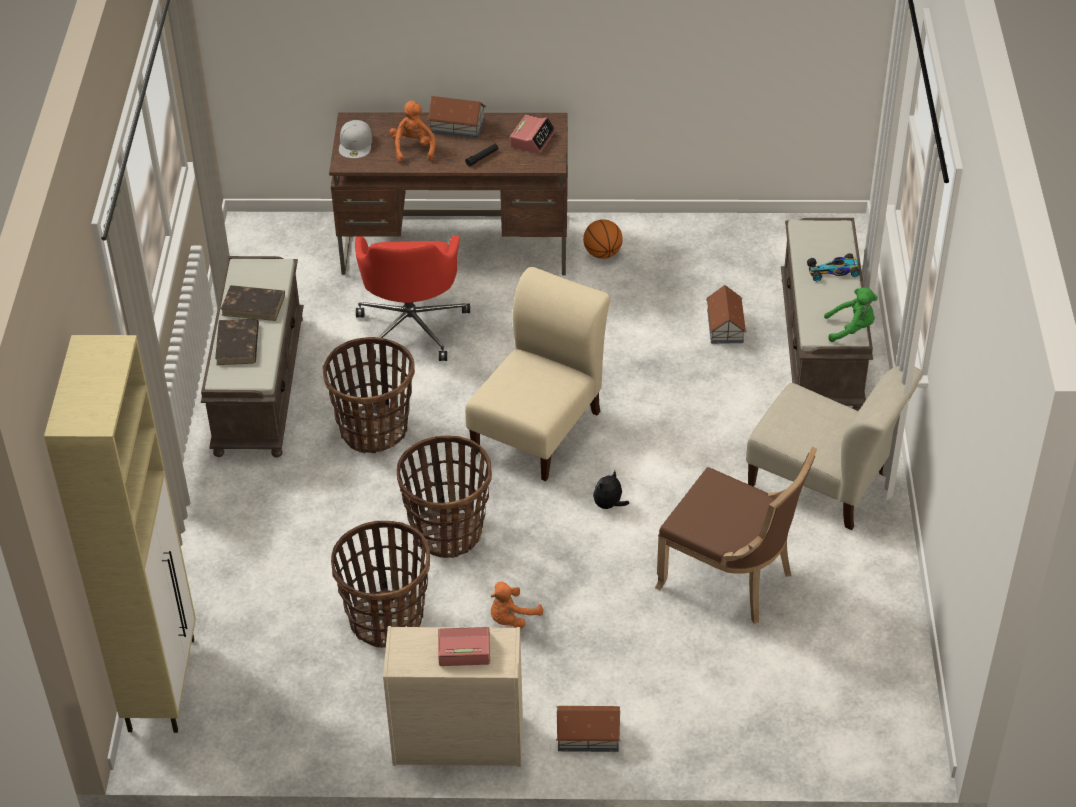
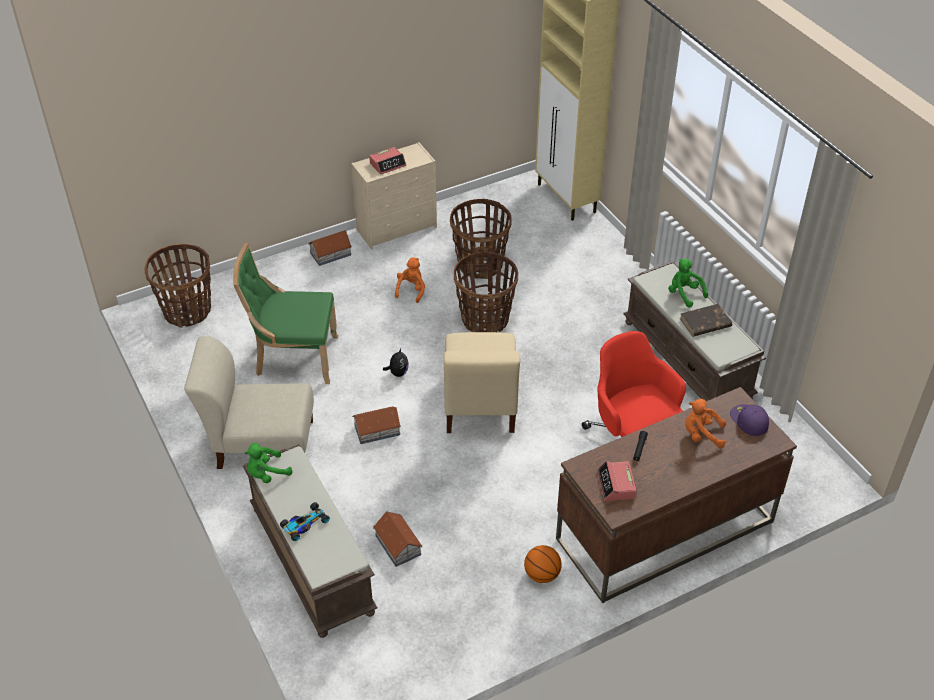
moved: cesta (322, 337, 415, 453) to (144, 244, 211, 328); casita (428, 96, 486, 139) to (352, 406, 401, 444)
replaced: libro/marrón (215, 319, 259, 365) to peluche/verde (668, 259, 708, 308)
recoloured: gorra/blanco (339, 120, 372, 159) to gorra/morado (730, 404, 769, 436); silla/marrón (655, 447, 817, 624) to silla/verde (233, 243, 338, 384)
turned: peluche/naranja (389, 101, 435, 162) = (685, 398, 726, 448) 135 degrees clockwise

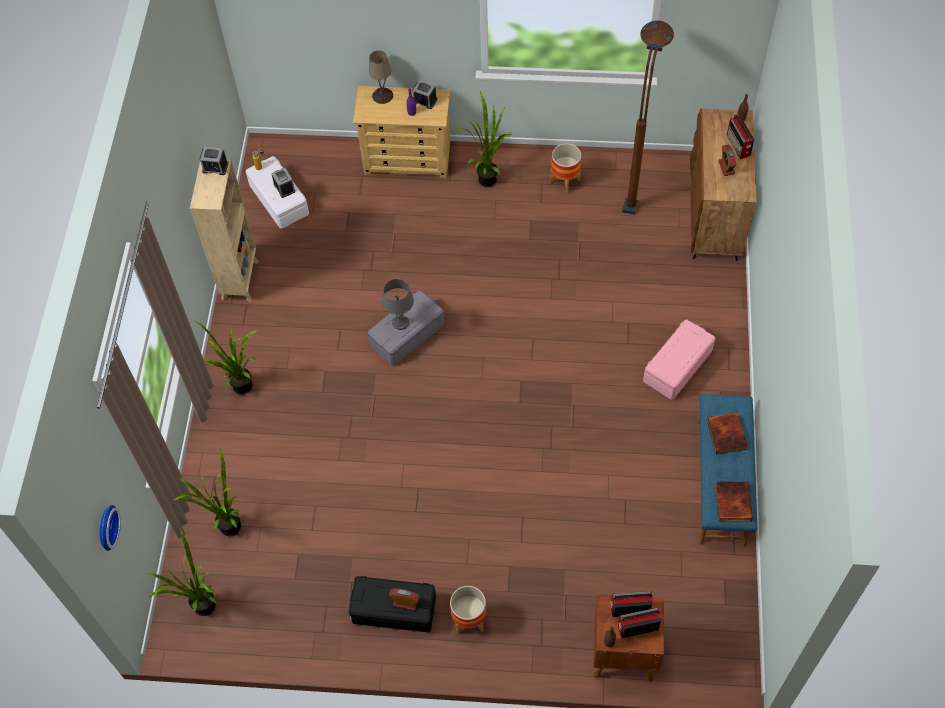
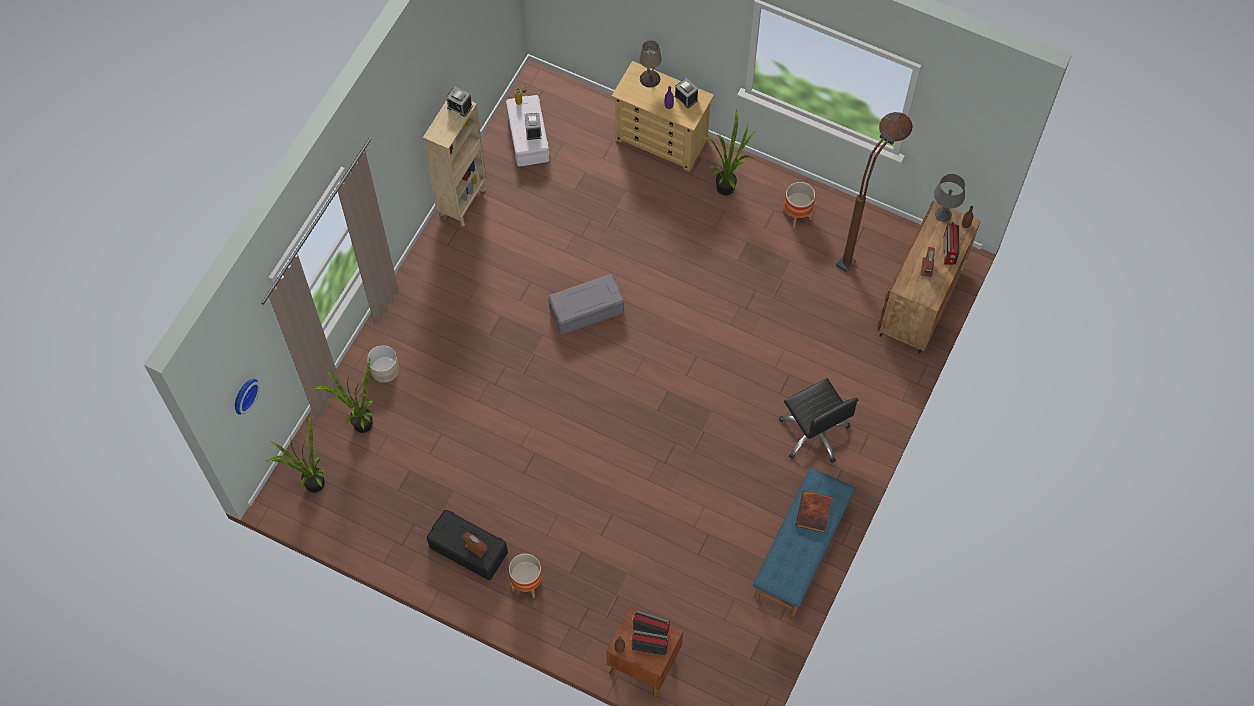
removed: planta en maceta (195, 321, 257, 395); libro (715, 481, 753, 521)
added: maceta/beis (367, 345, 399, 383)
moved: lámpara de mesa/gris (382, 279, 414, 330) to (934, 174, 965, 222)
replaced: caja de almacenaje/rosa (643, 320, 715, 400) to silla de oficina/negro (779, 378, 859, 463)

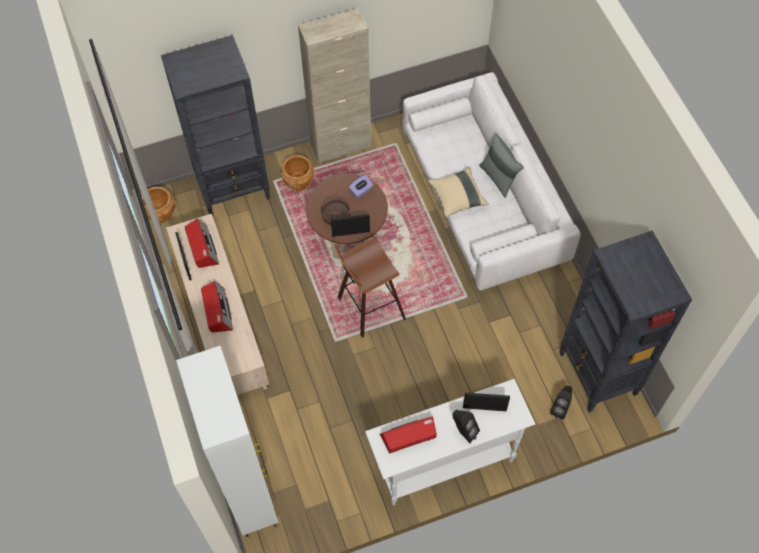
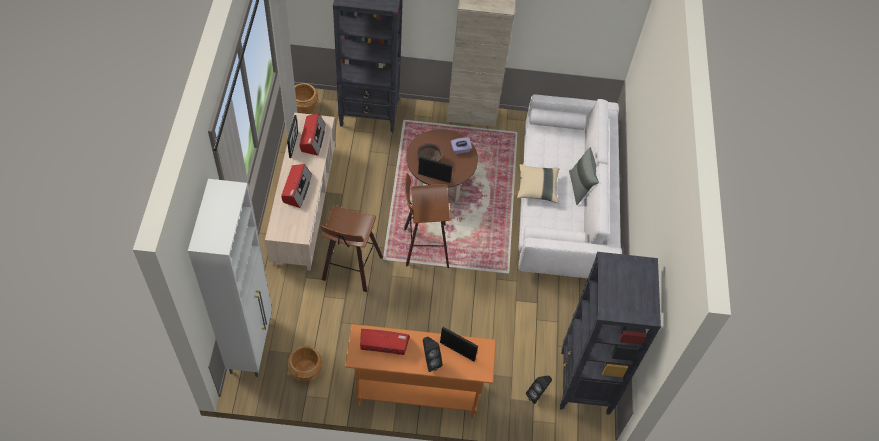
added: taburete (320, 205, 383, 292)
moved: maceta/marrón (281, 155, 314, 191) to (288, 346, 322, 382)
recoloured: mesa consola/blanco (365, 379, 535, 505) to mesa consola/naranja (345, 324, 496, 418)

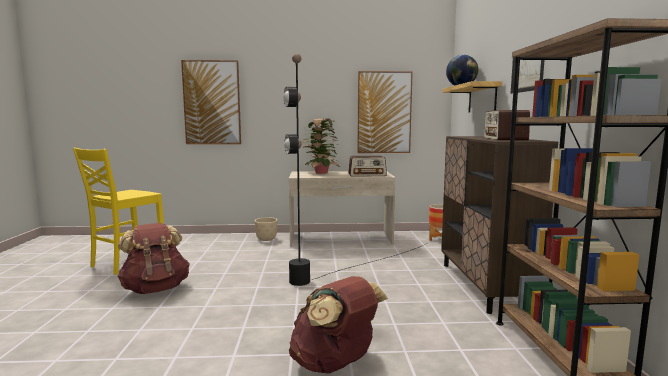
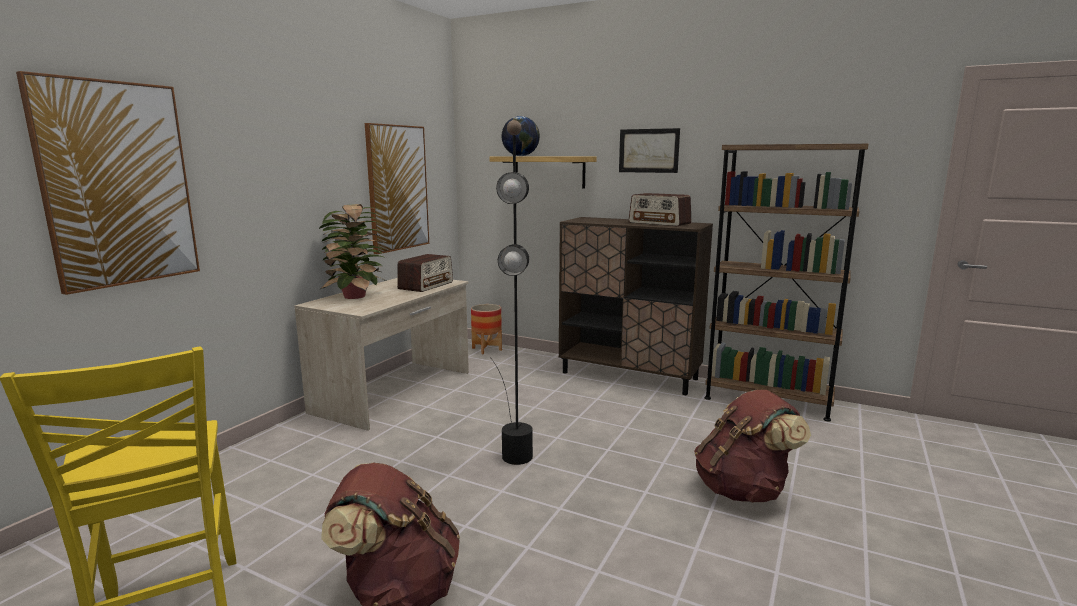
removed: maceta/beis (255, 217, 277, 241)

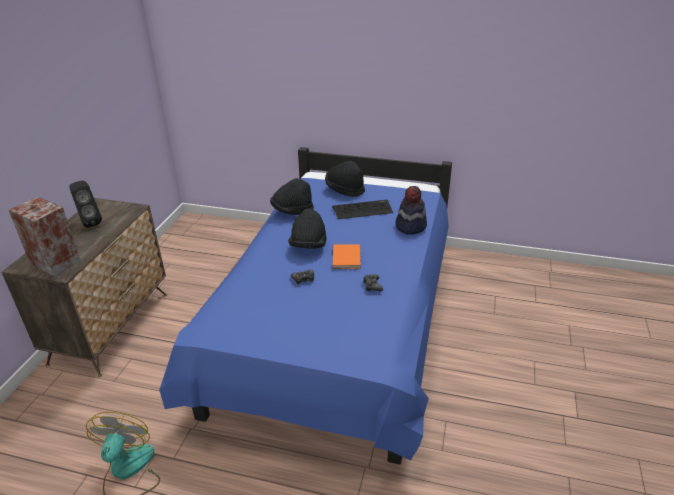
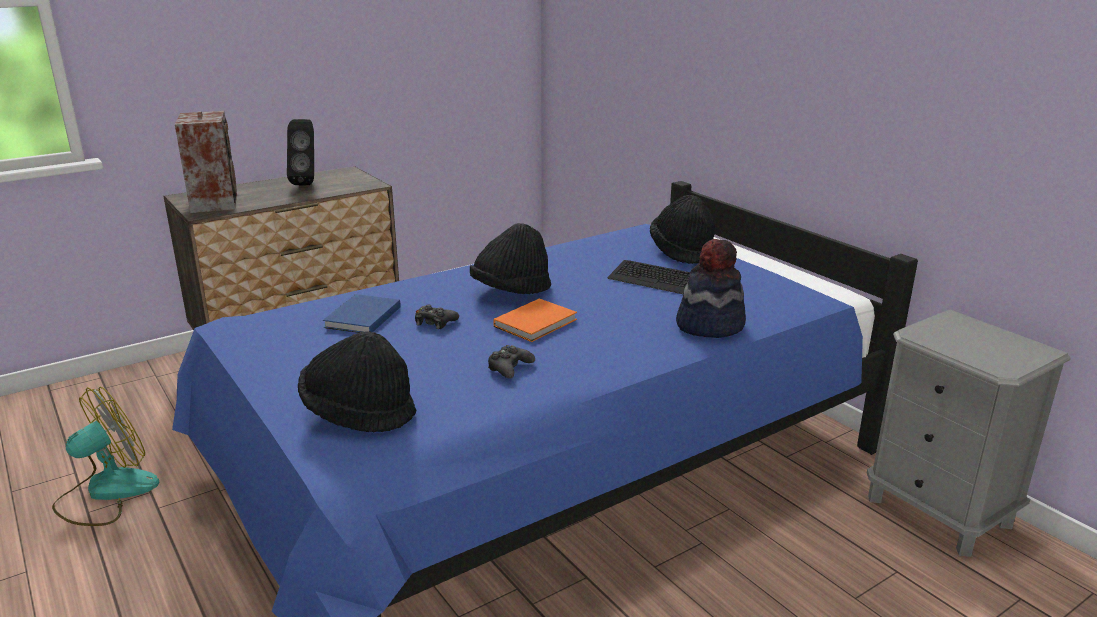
added: libro/azul (323, 294, 401, 333); mesita de noche/gris (867, 309, 1071, 557)
moved: sombrero/negro (270, 178, 314, 215) to (298, 331, 416, 432)

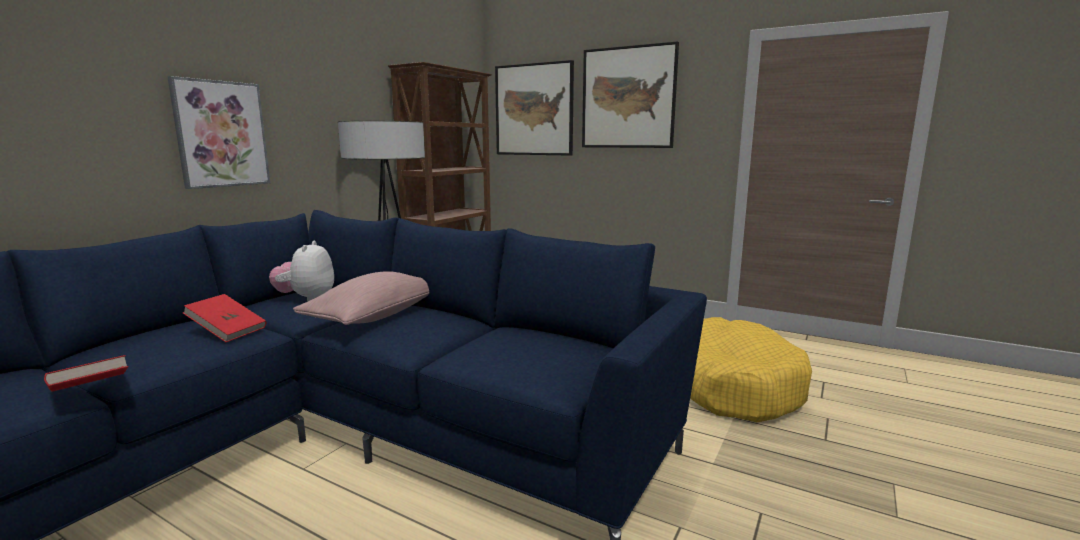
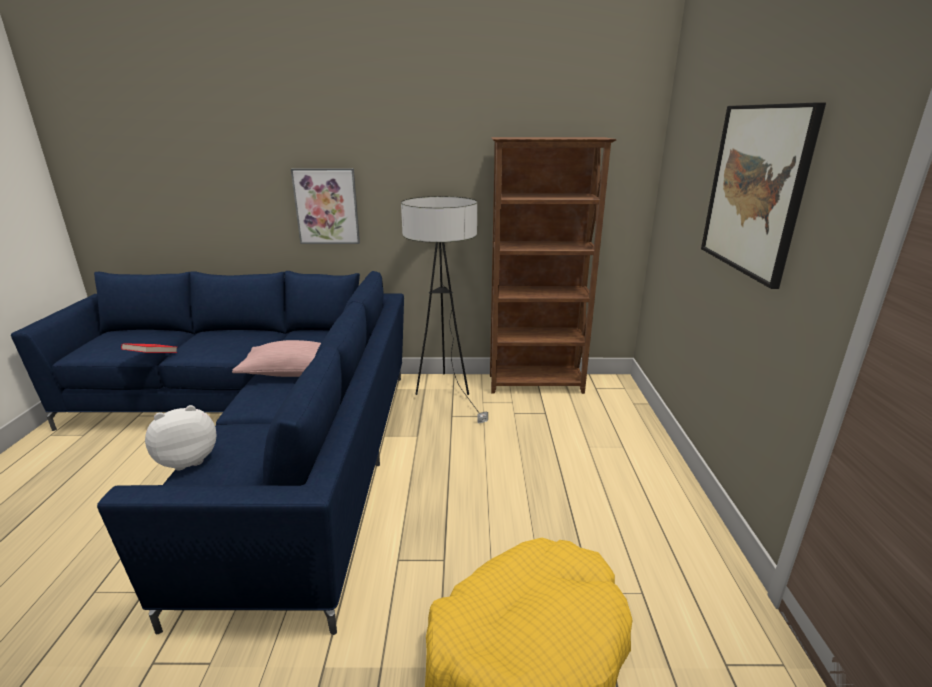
removed: libro/rojo (183, 294, 266, 342); cuadro (495, 60, 574, 156)
moved: peluche (269, 241, 334, 301) to (145, 405, 216, 471)

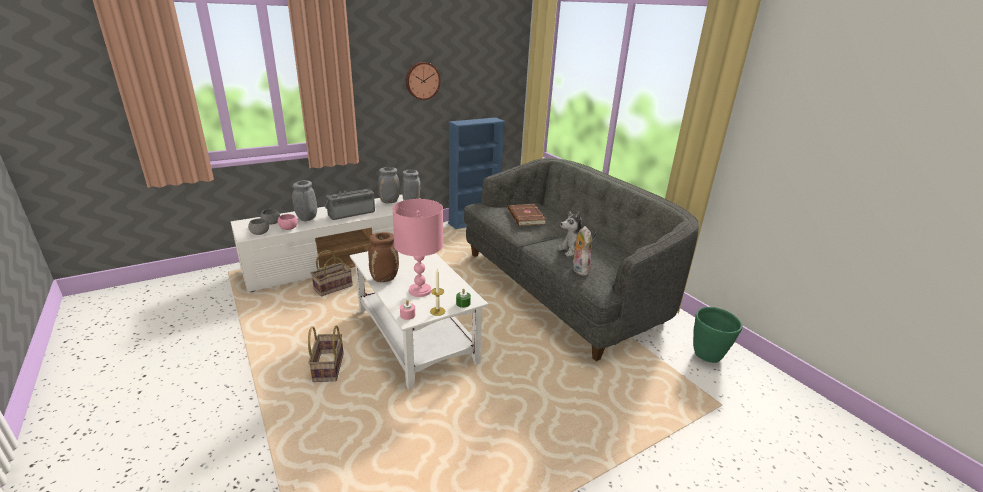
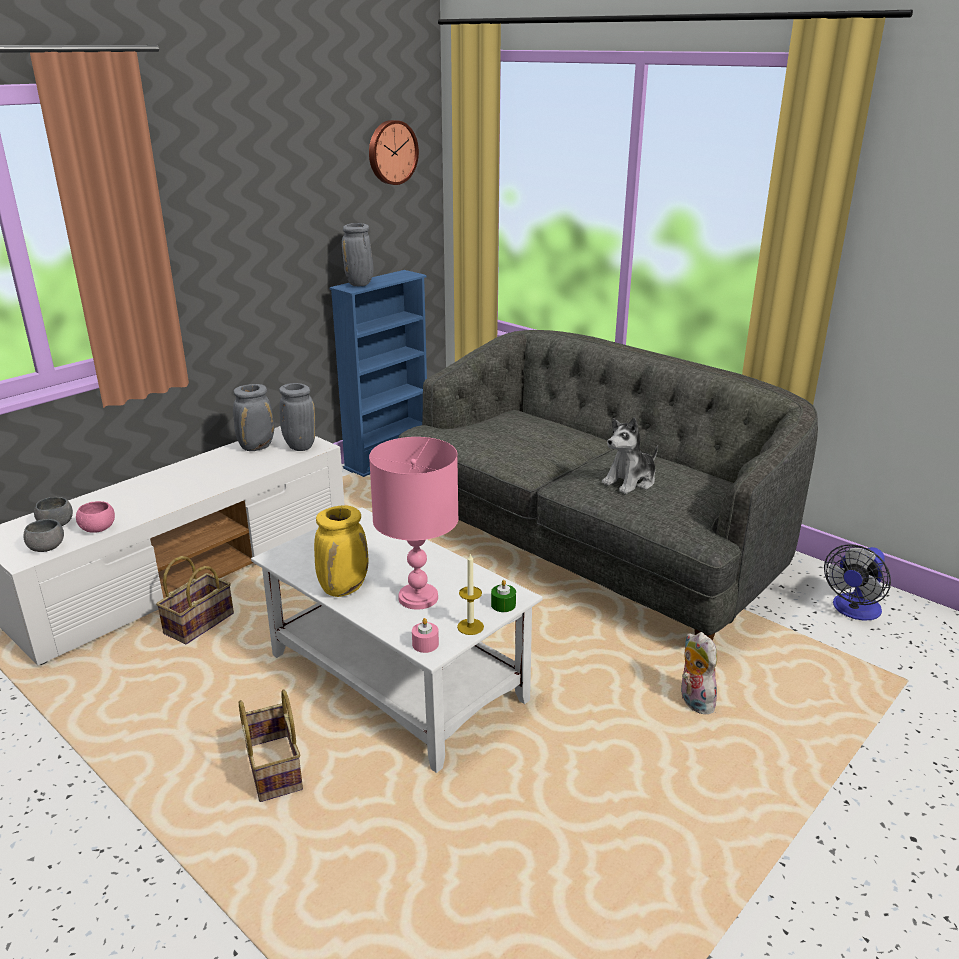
removed: radio (325, 189, 375, 220); libro/marrón (508, 204, 546, 226)
moved: florero/gris (292, 180, 317, 221) to (342, 223, 374, 286); reloj de pared (406, 62, 441, 100) to (369, 120, 419, 185); peluche (571, 226, 592, 276) to (681, 632, 717, 714)
replaced: maceta/verde (693, 307, 743, 363) to ventilador (824, 544, 891, 621)
recoloured: florero/marrón (368, 232, 399, 282) to florero/amarillo (314, 505, 368, 597)

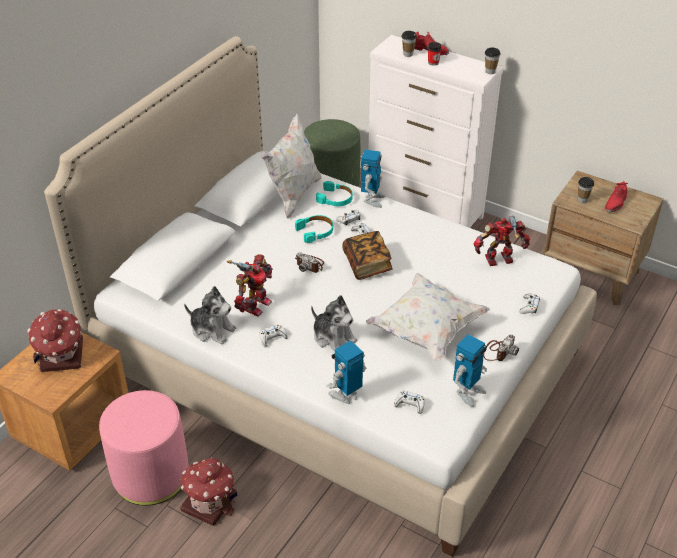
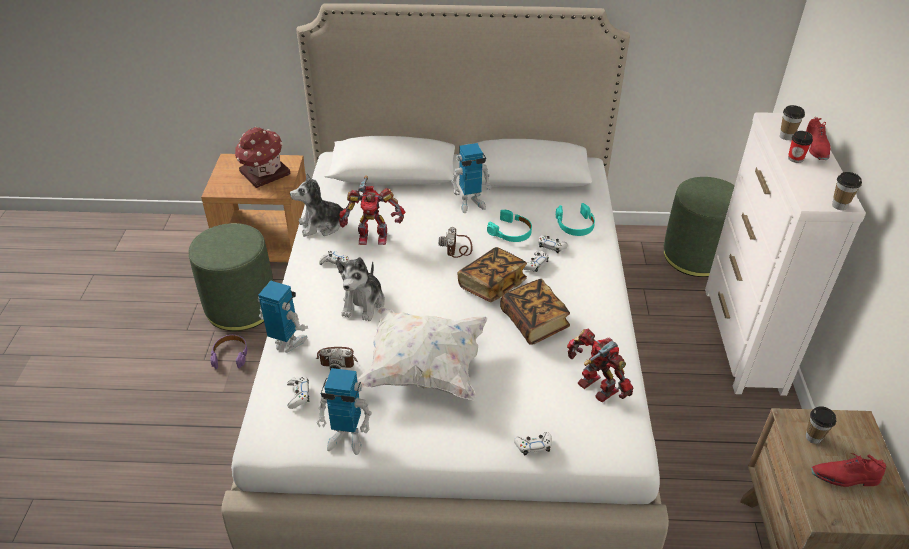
removed: cojín/blanco (261, 113, 322, 219)
added: libro (500, 279, 570, 345)
moved: robot de juguete (361, 149, 386, 208) to (451, 143, 492, 213); cámara (483, 334, 519, 361) to (316, 347, 358, 370)
replaced: casita (180, 457, 237, 526) to auriculares/morado (210, 335, 248, 369)
recoloured: puf/rosa (99, 390, 189, 506) to puf/verde (188, 223, 273, 331)
turned: peluche (184, 286, 236, 344) = (290, 173, 350, 237) 75 degrees clockwise

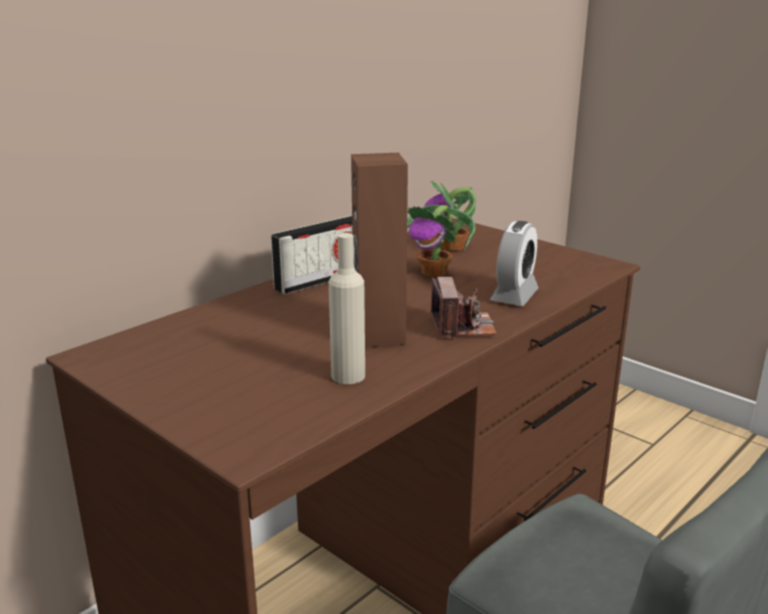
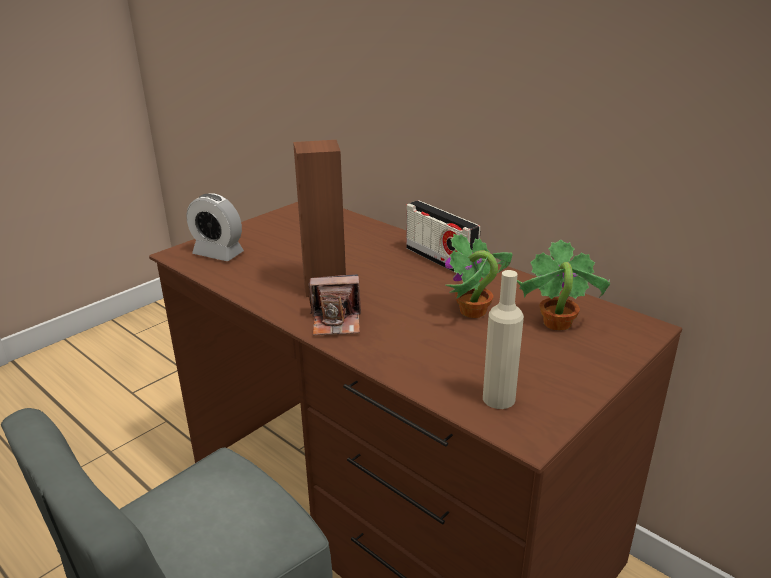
moved: botella/beis (329, 233, 365, 384) to (483, 270, 524, 409); despertador (490, 221, 539, 306) to (186, 193, 244, 261)

